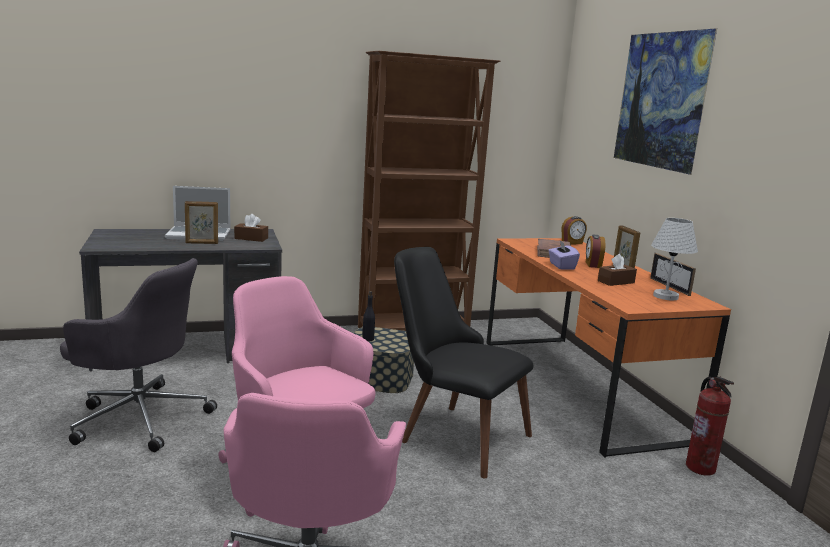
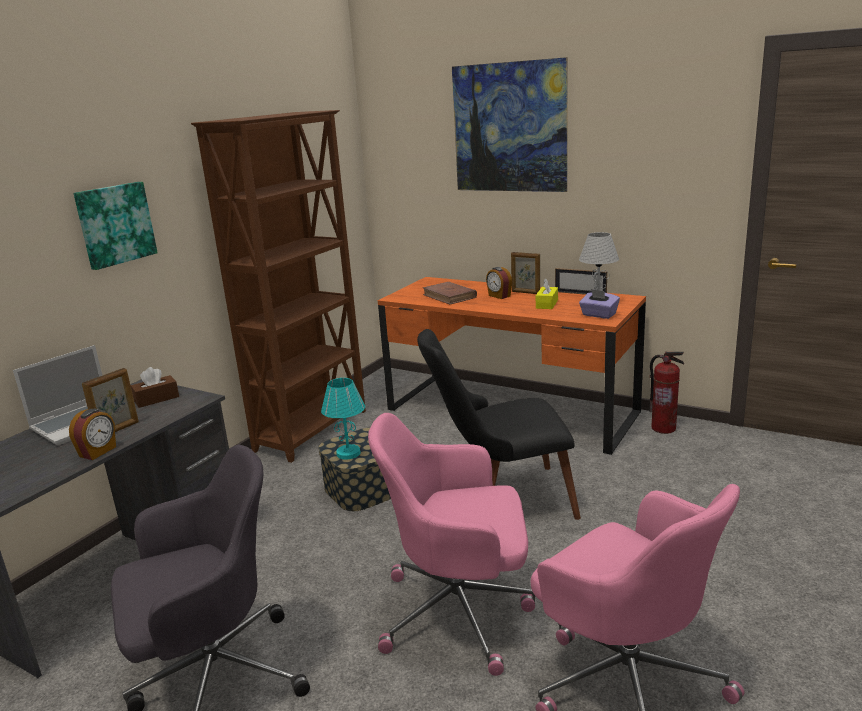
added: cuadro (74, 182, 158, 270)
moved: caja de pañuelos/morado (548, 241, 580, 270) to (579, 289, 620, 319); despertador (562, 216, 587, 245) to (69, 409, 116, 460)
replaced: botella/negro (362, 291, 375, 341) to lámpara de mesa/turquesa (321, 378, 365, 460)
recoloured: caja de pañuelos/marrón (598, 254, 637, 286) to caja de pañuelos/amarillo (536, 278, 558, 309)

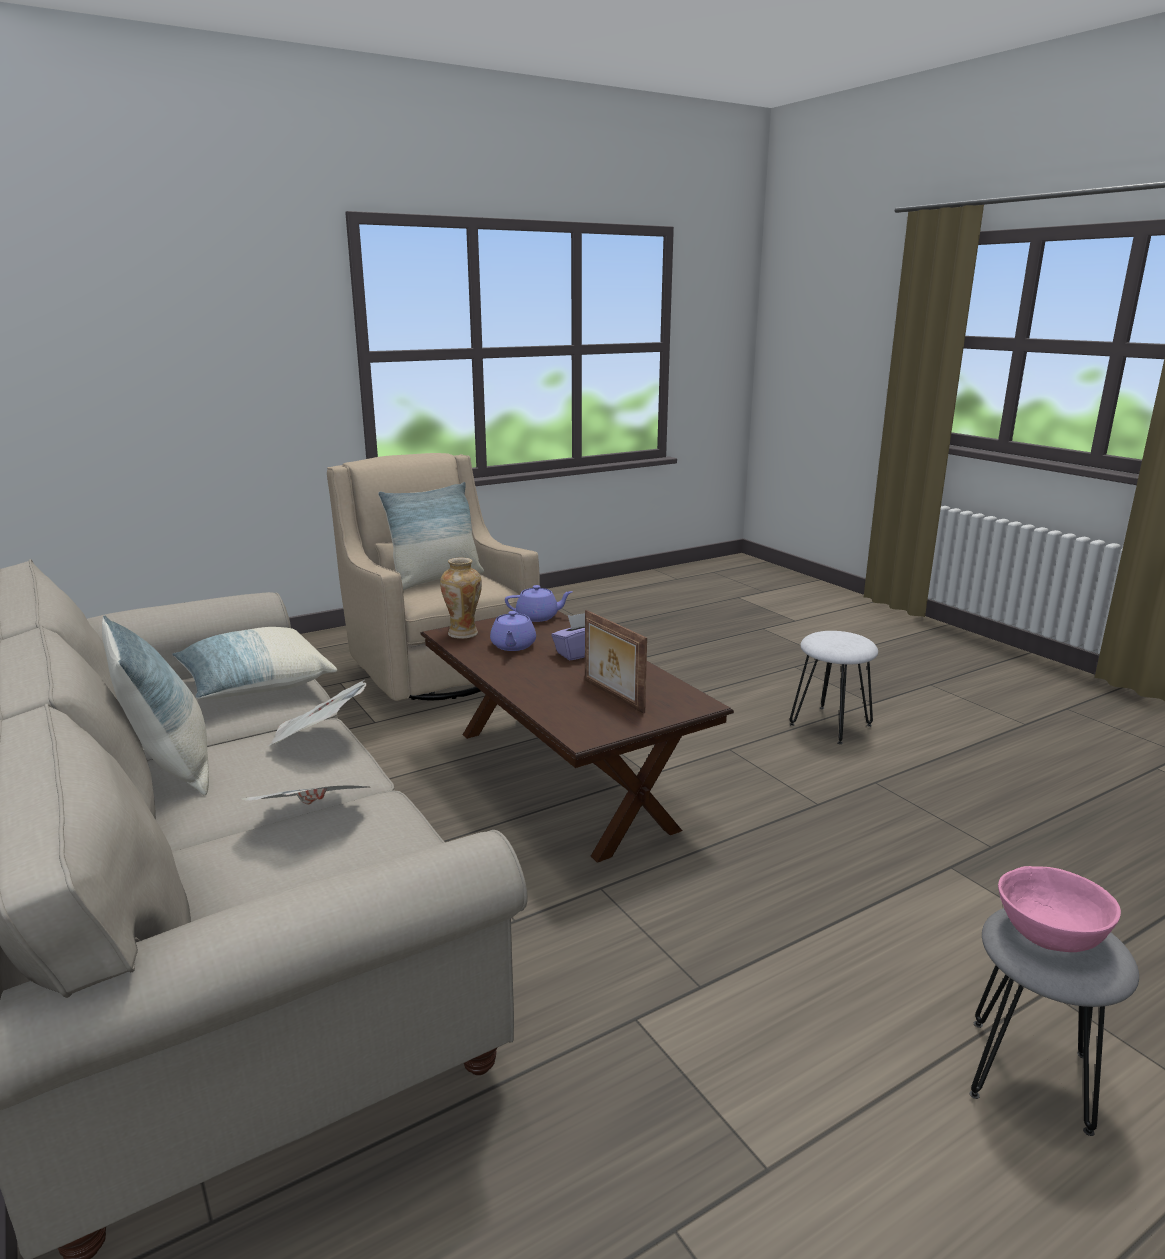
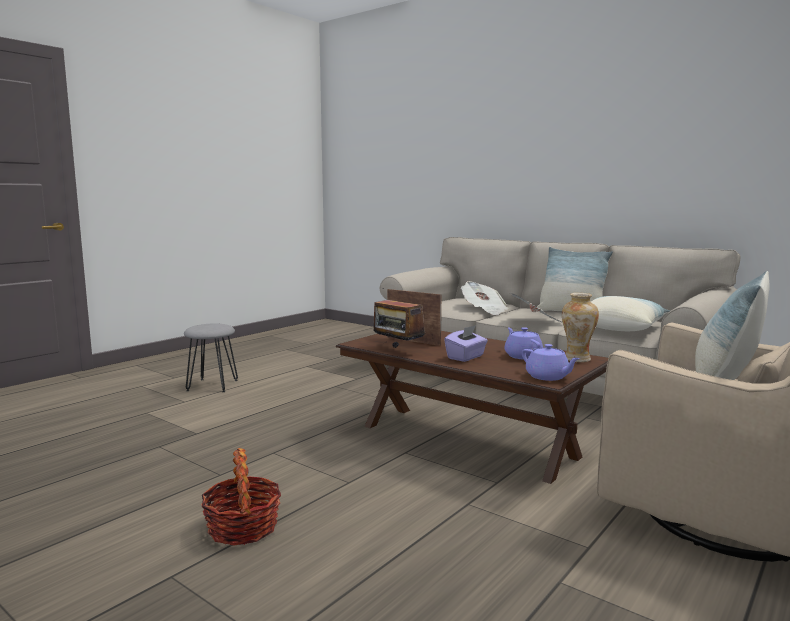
removed: cuenco/rosa (998, 866, 1121, 952)
added: radio (373, 288, 425, 348)
replaced: taburete/blanco (790, 631, 878, 744) to cesta (201, 448, 281, 546)
turned: tetera/morado (505, 585, 573, 622) = (522, 344, 580, 381) 105 degrees counterclockwise

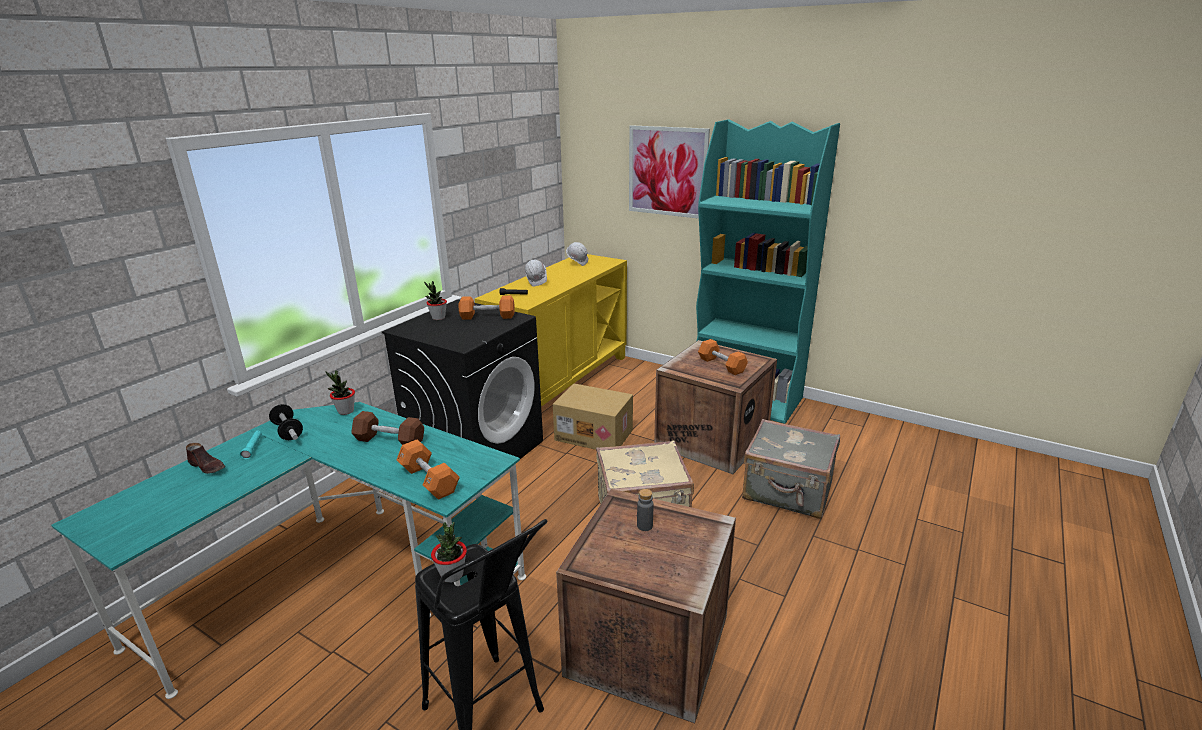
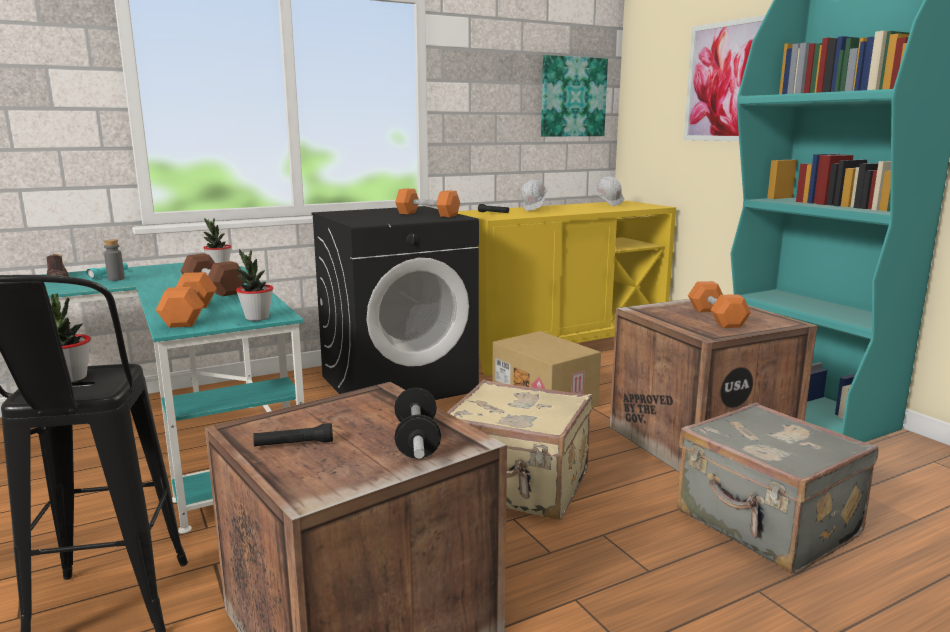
added: linterna/negro (253, 423, 333, 447); cuadro (541, 55, 608, 137)
moved: mancuerna (269, 404, 303, 440) to (394, 388, 441, 459); planta en maceta (424, 281, 447, 320) to (236, 249, 273, 321); botella/gris (637, 489, 653, 531) to (104, 239, 125, 281)

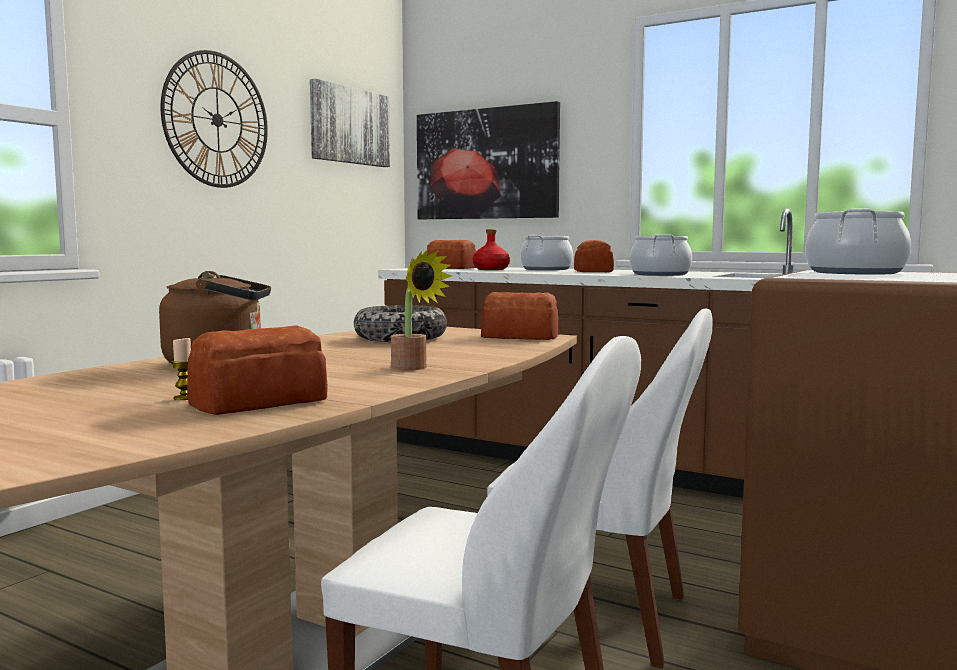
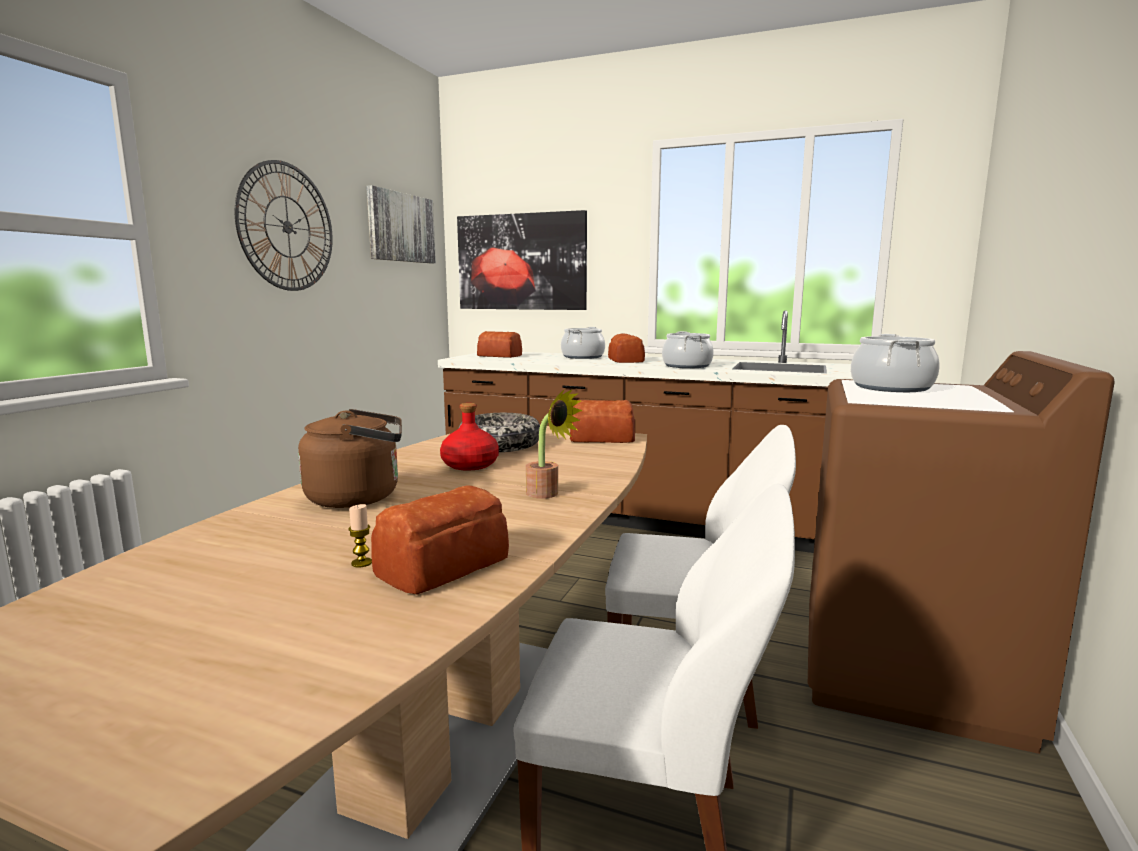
moved: botella/rojo (473, 229, 510, 270) to (440, 403, 499, 470)

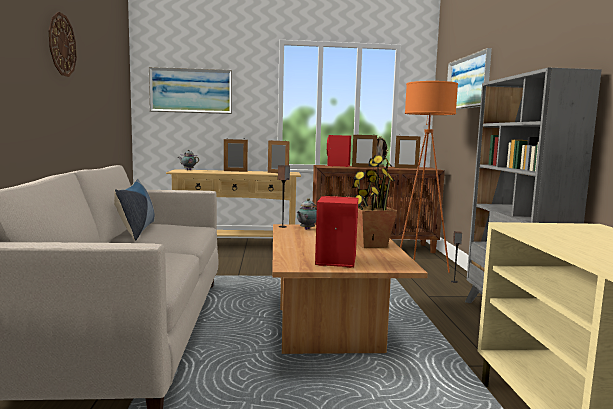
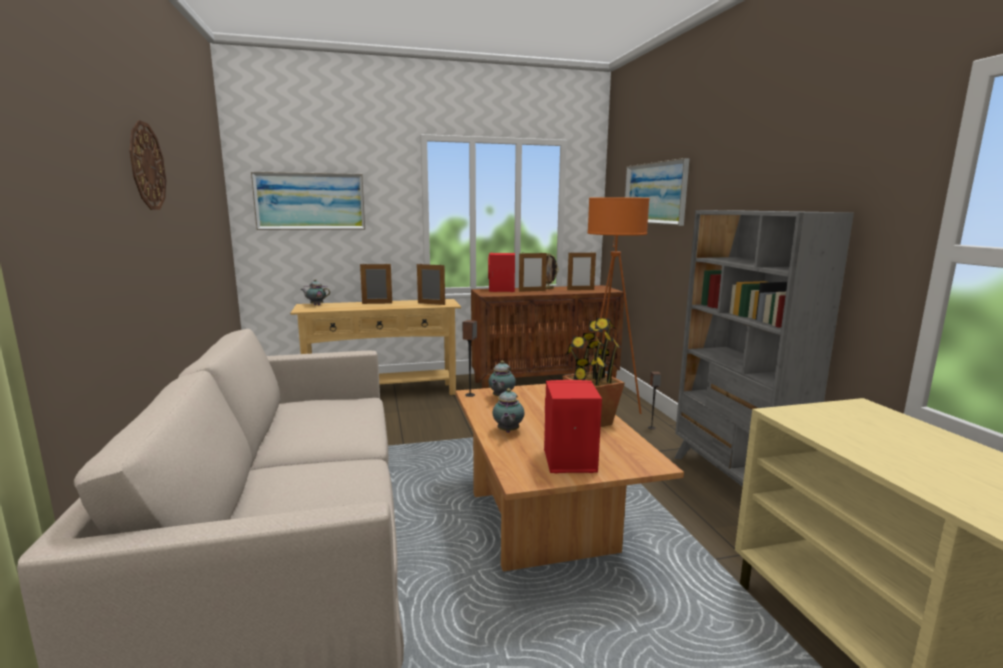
removed: cojín (114, 179, 155, 241)
added: tetera (493, 388, 525, 433)

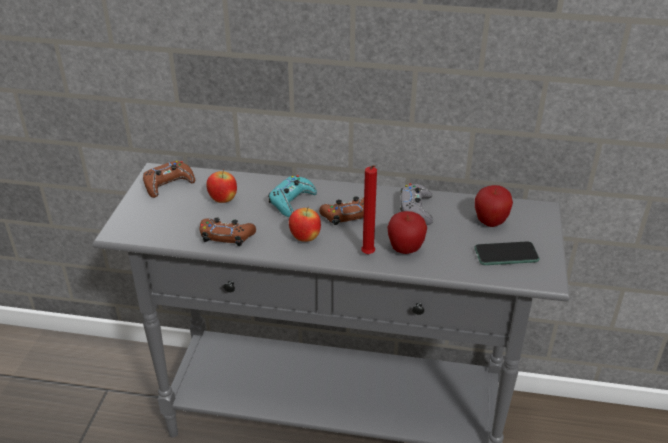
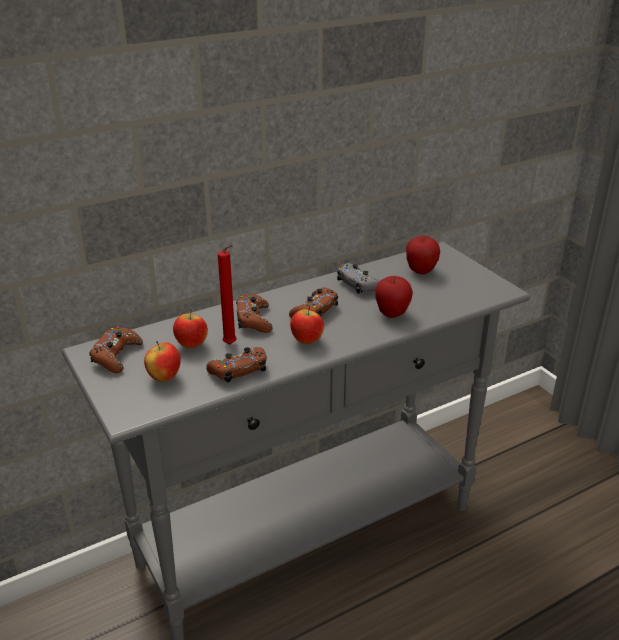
removed: móvil (474, 241, 539, 265)
added: manzana (144, 341, 181, 382)
moved: vela/rojo (361, 165, 377, 254) to (218, 245, 237, 344)
recoloured: mando de consola/turquesa (268, 175, 317, 217) to mando de consola/marrón (236, 294, 273, 333)

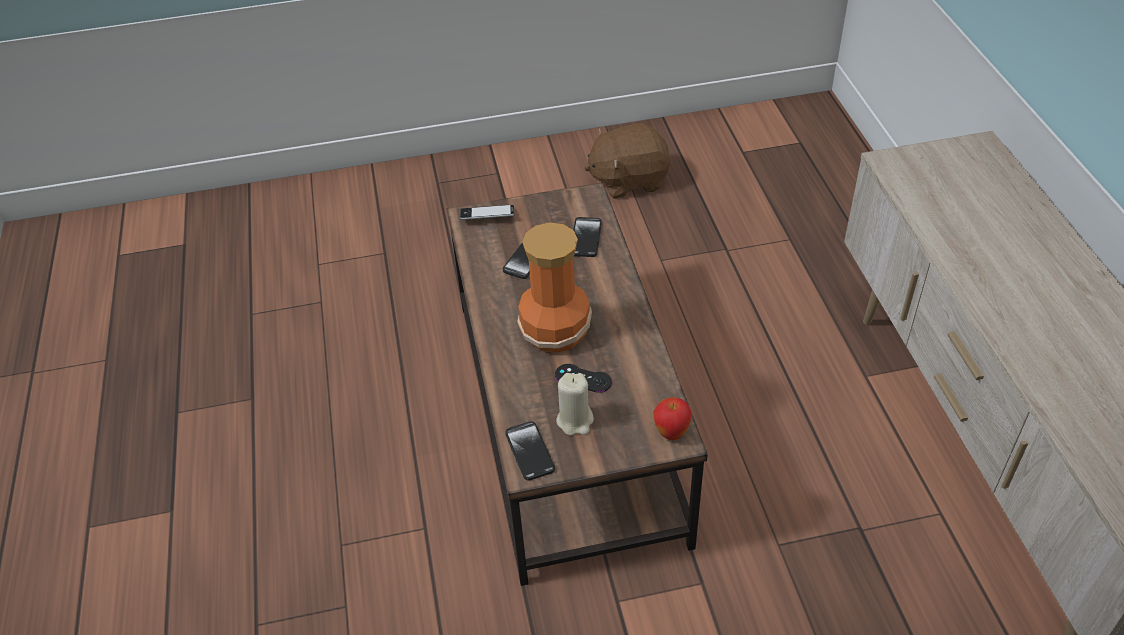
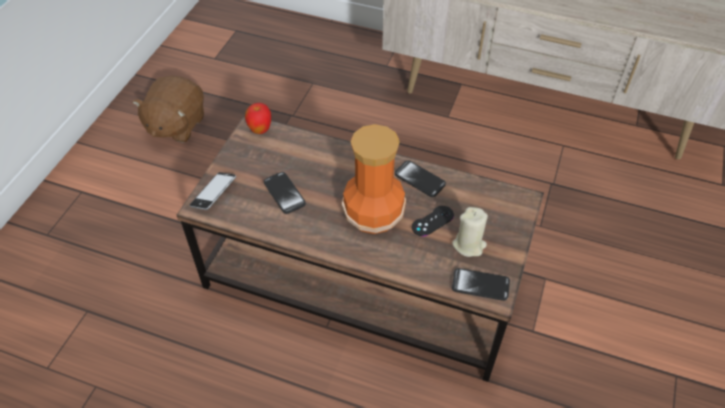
moved: móvil (573, 217, 602, 257) to (395, 160, 446, 197); manzana (653, 397, 692, 440) to (245, 103, 271, 134)

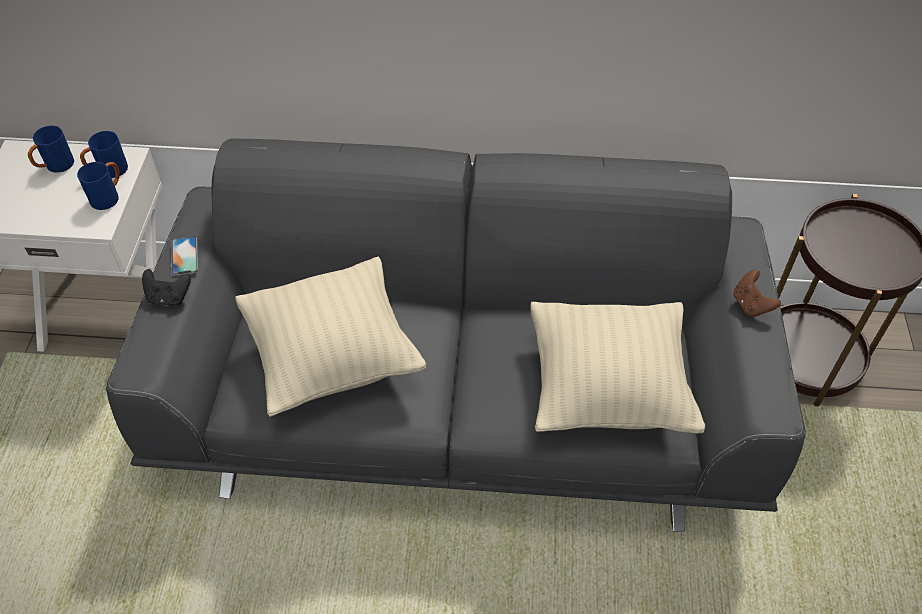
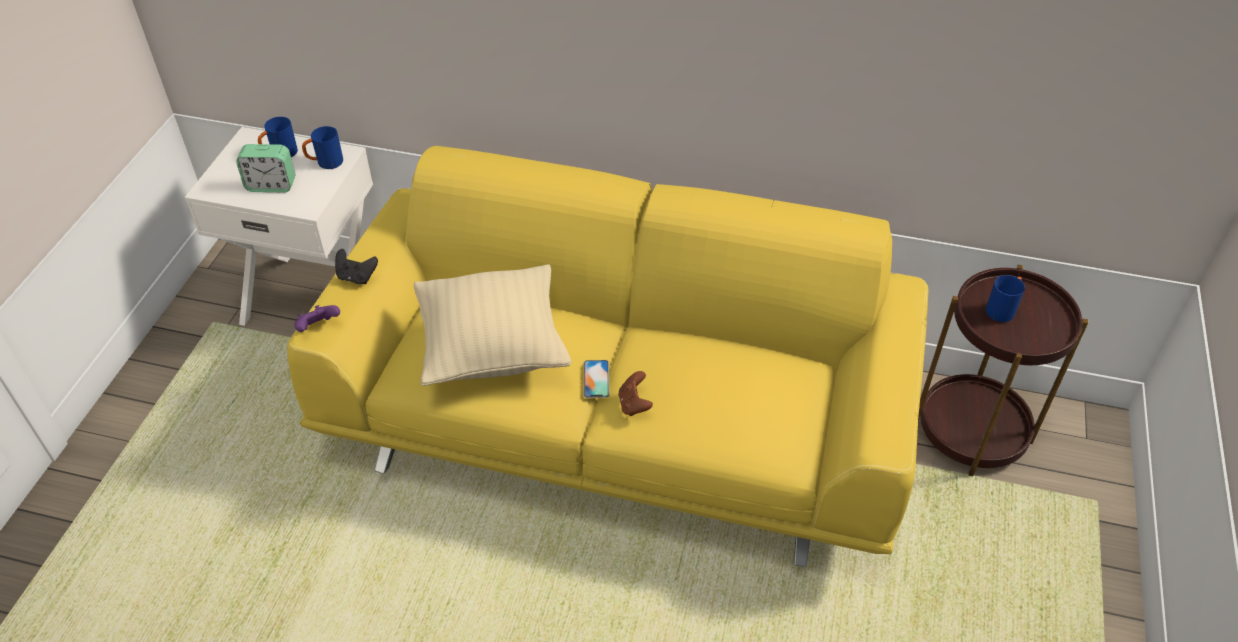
removed: cojín/beis (530, 302, 705, 433)
added: despertador (236, 144, 295, 192); mando de consola/morado (294, 305, 340, 332)
moved: taza grande/azul (77, 162, 120, 210) to (986, 275, 1025, 322); móvil (171, 236, 198, 276) to (584, 360, 609, 398); mando de consola/marrón (733, 270, 781, 317) to (618, 371, 653, 416)
recoloured: sofá/gris (106, 139, 806, 532) to sofá/amarillo (287, 146, 929, 567)

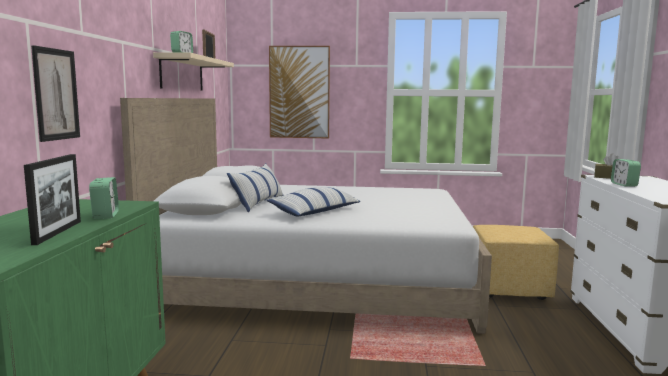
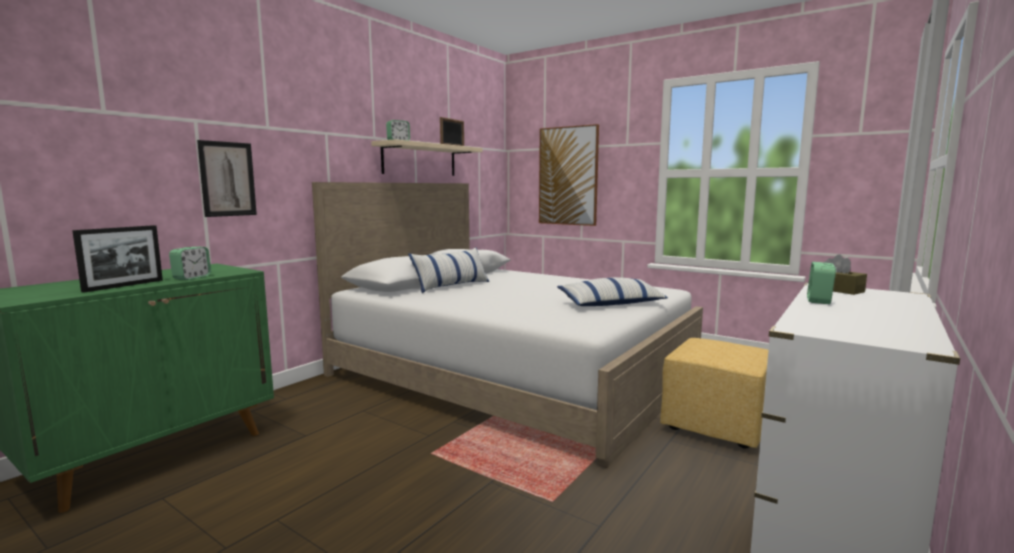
moved: cojín (267, 187, 360, 216) to (557, 277, 668, 306)

